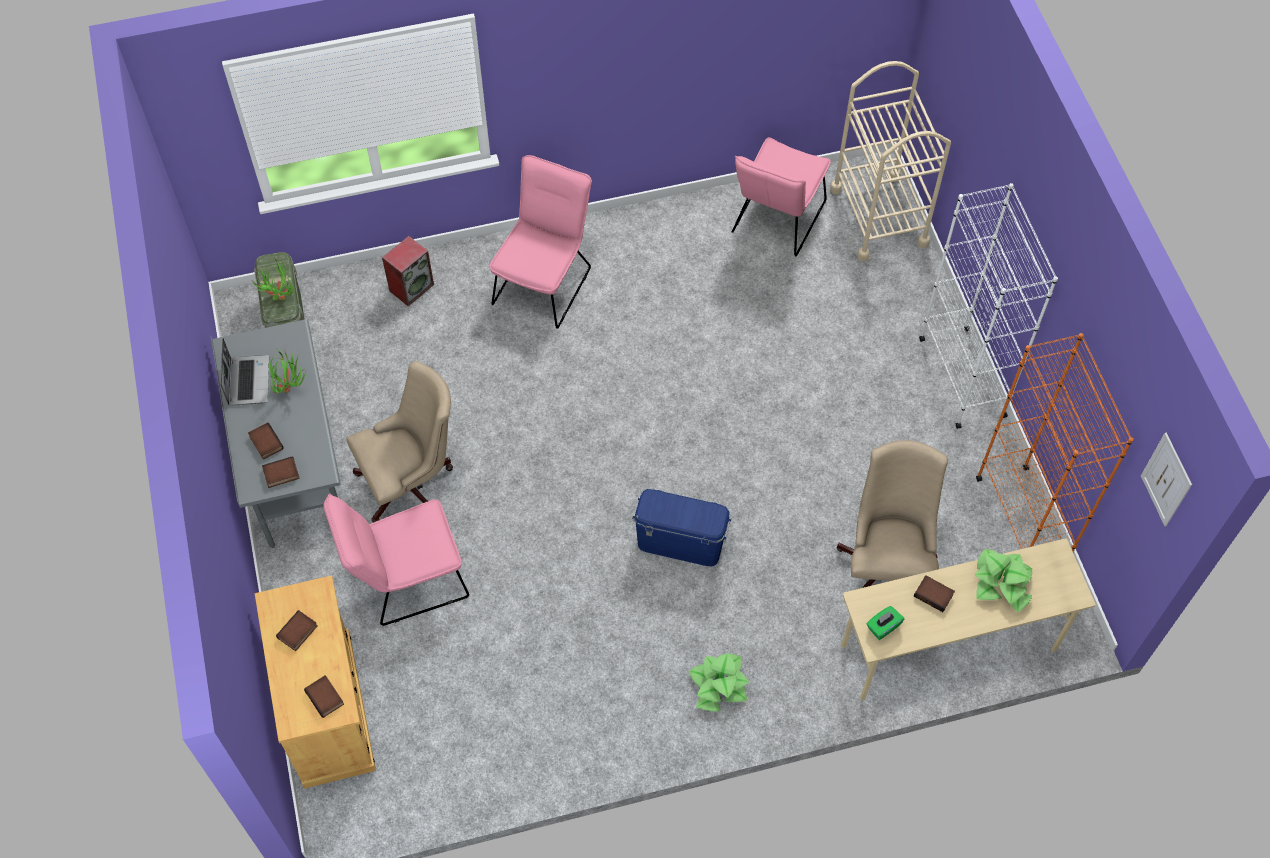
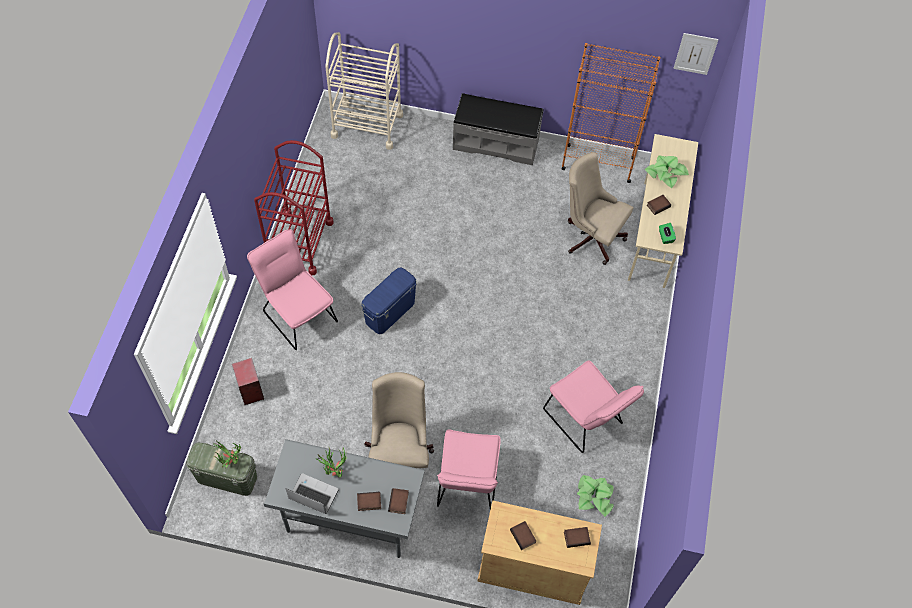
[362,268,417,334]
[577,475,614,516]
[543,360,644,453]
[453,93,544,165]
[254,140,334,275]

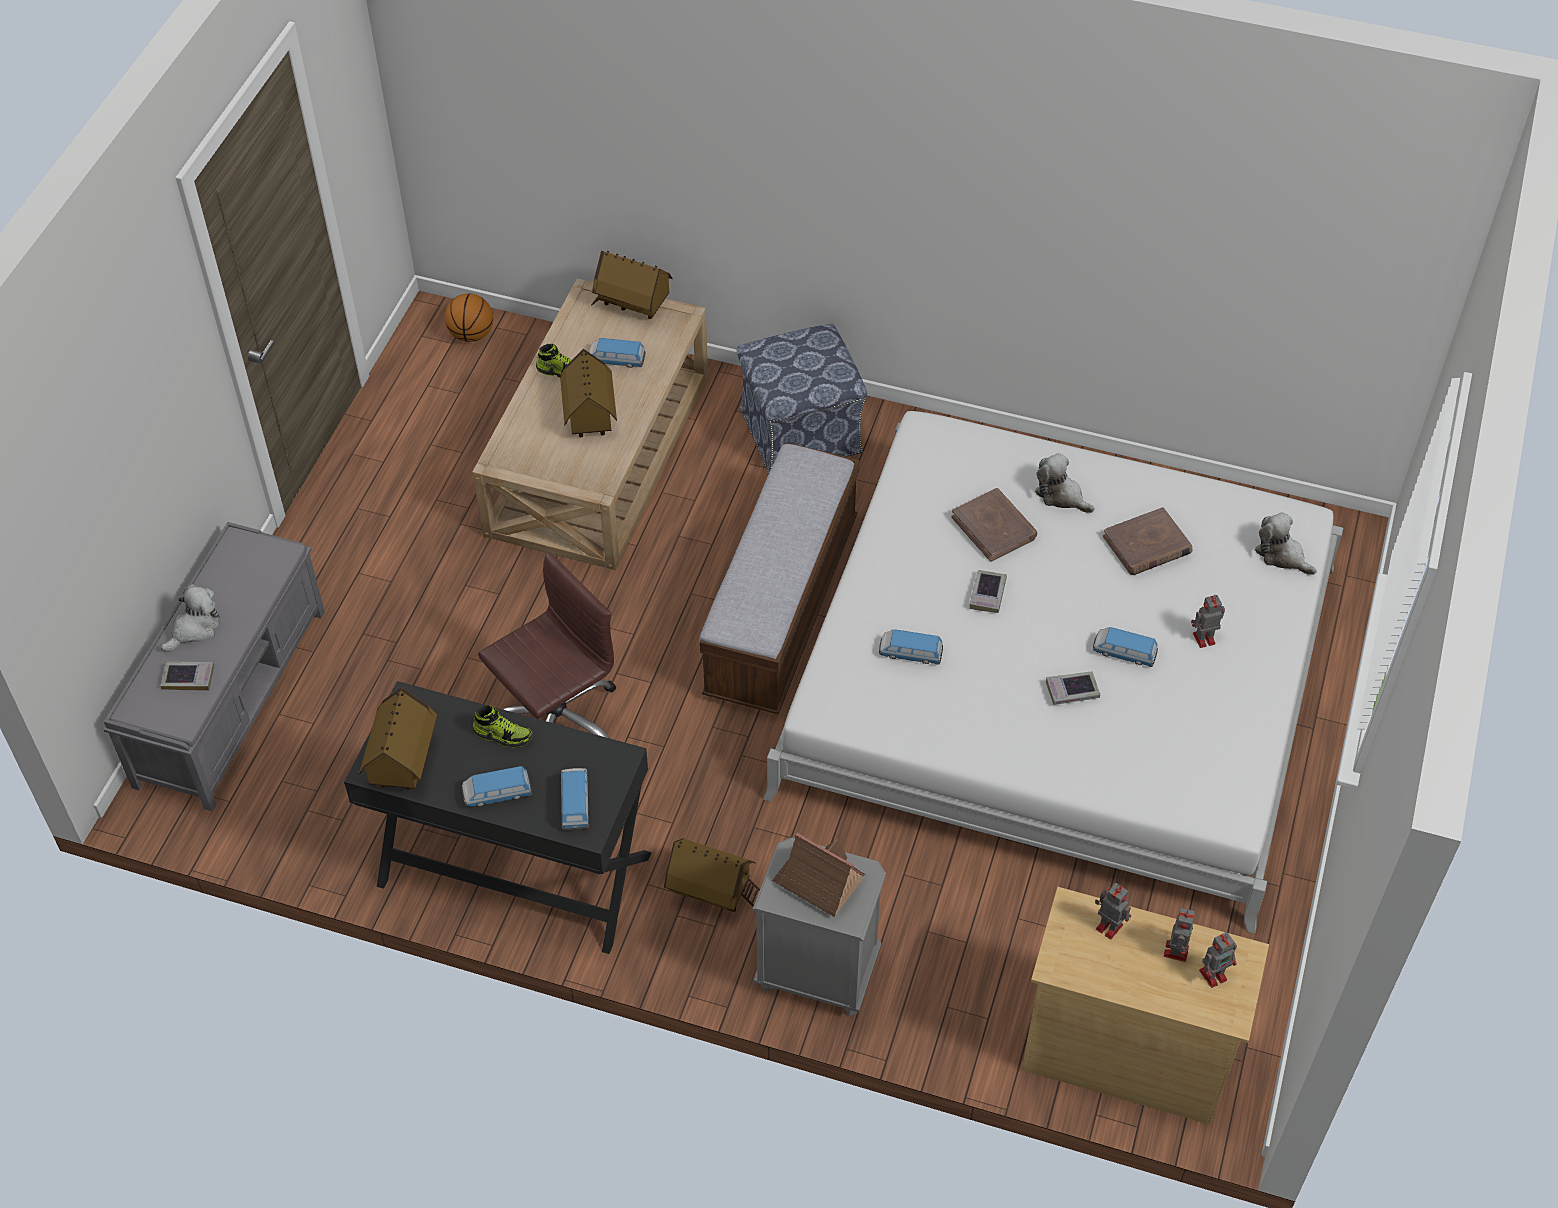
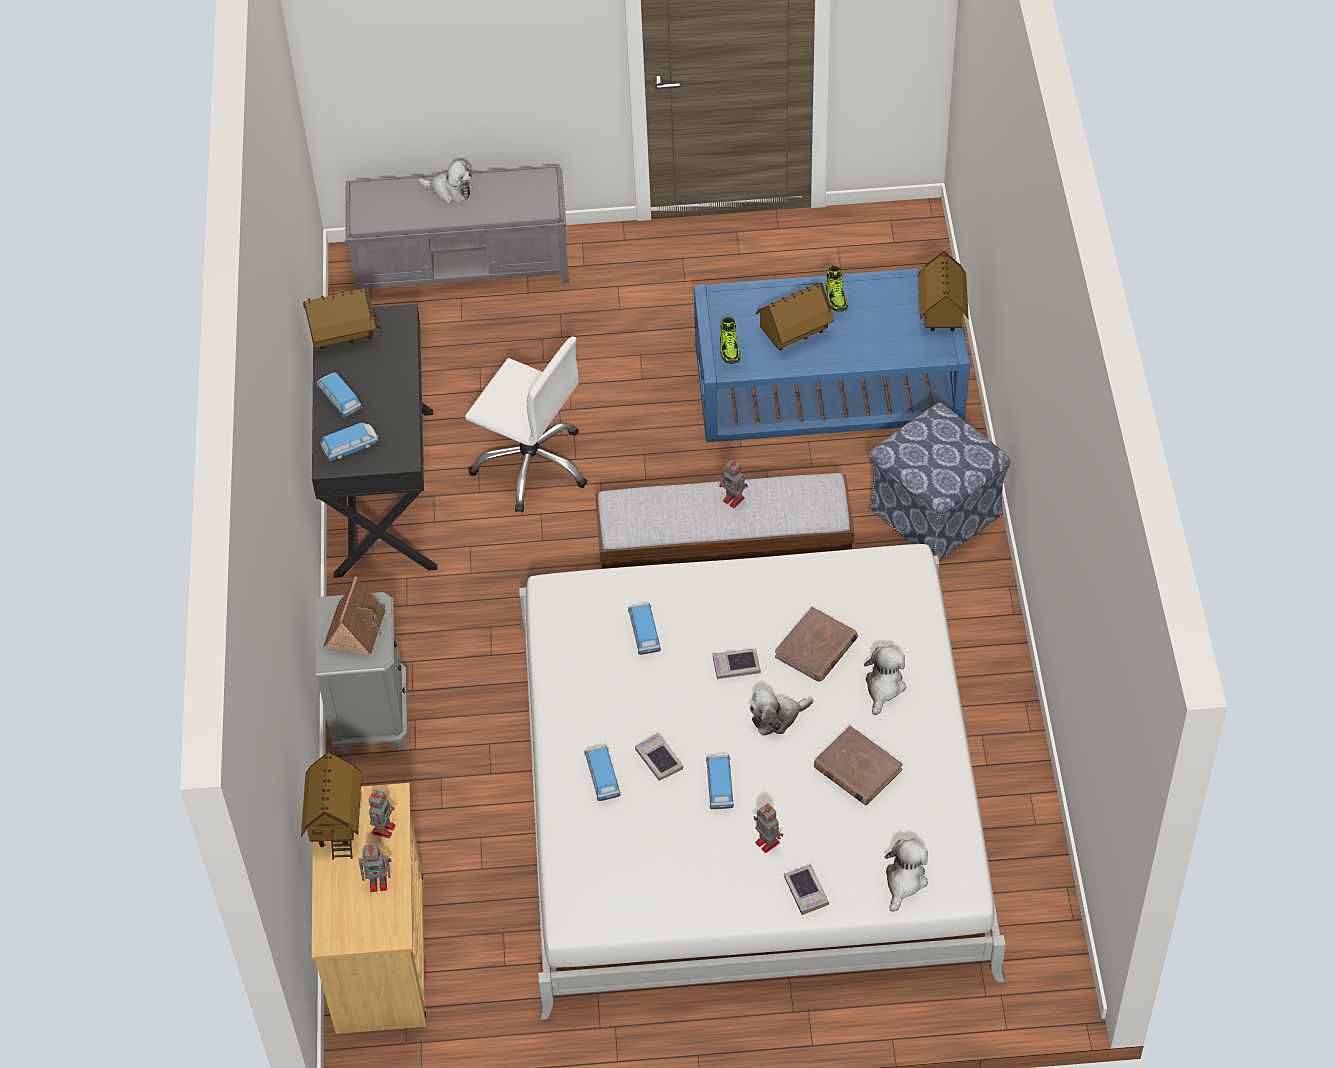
[784,864,829,915]
[445,293,493,342] (first image)
[694,268,971,442]
[720,317,740,364]
[465,337,588,513]
[585,746,620,801]
[301,751,362,860]
[719,459,748,508]
[749,687,814,735]

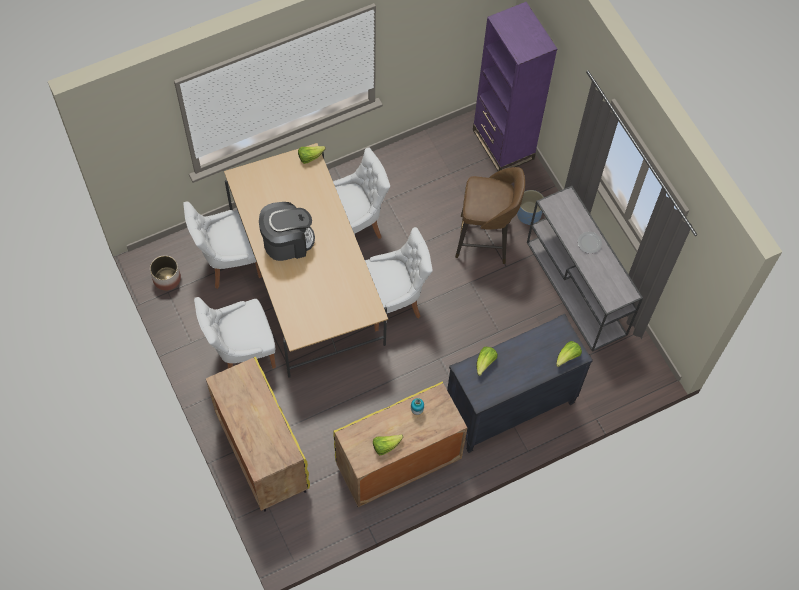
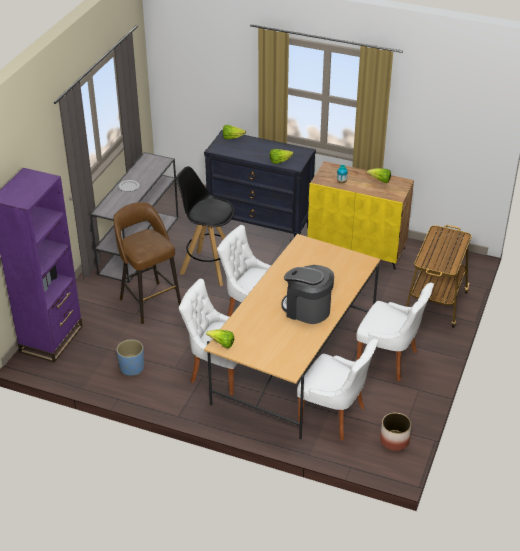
[406,225,472,328]
[116,339,144,376]
[176,166,235,286]

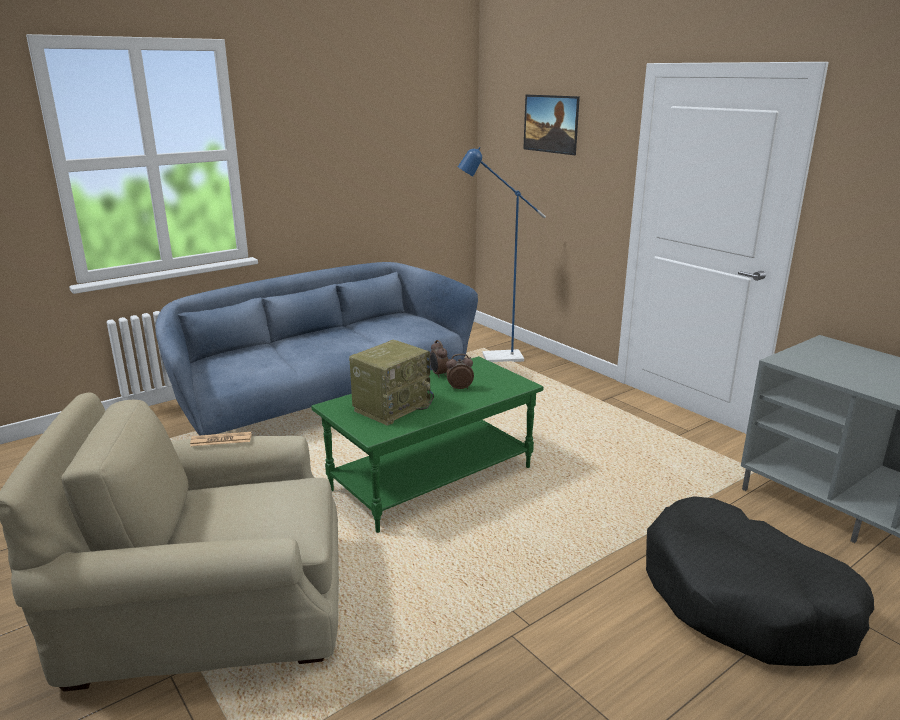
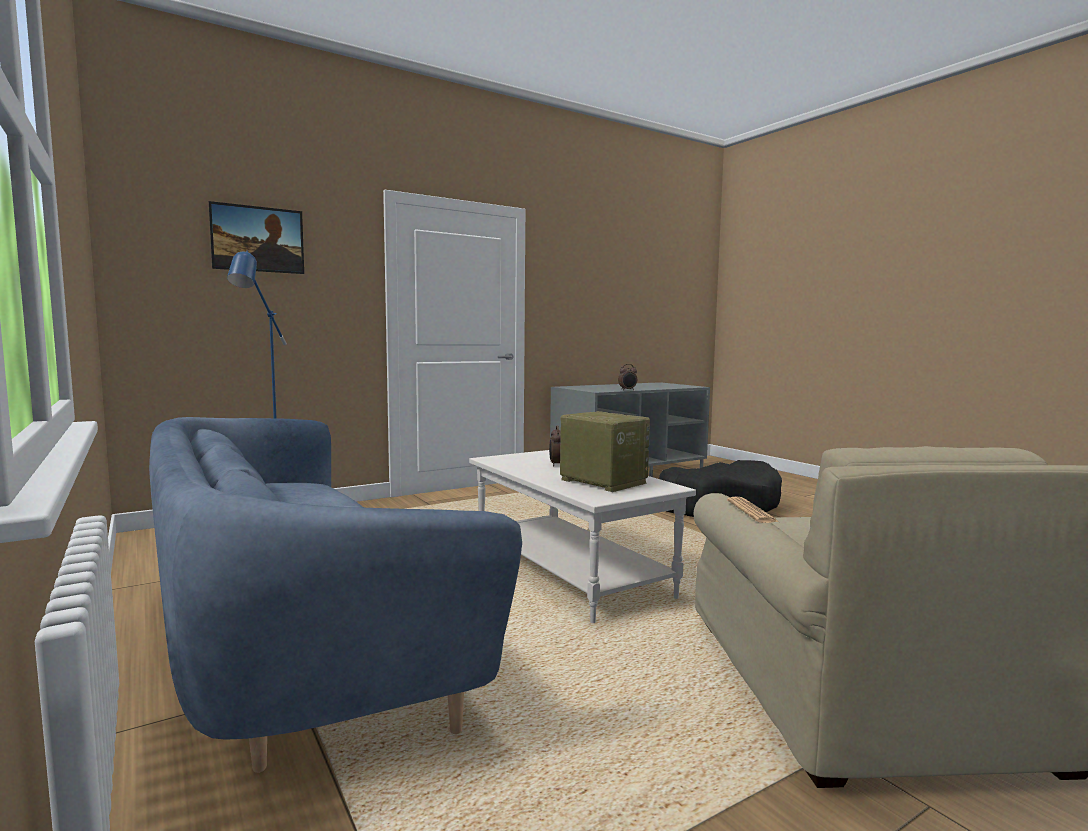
[469,450,696,623]
[618,364,637,390]

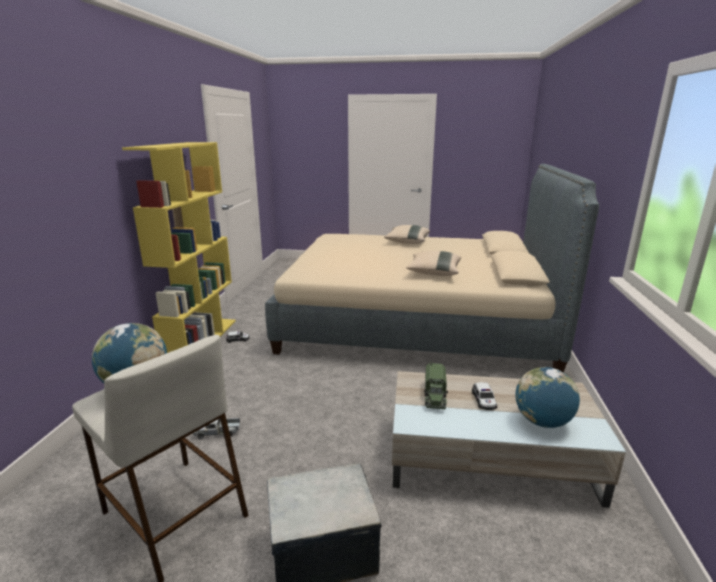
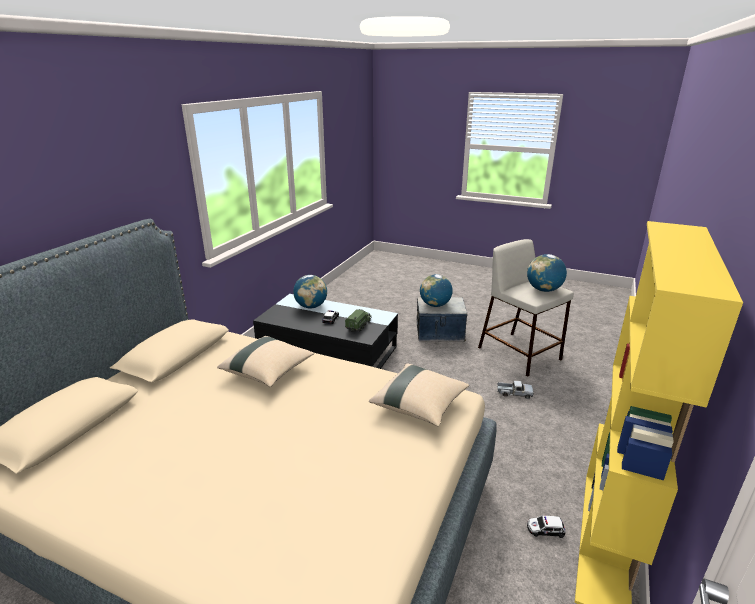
[369,363,469,427]
[253,294,398,369]
[420,274,453,307]

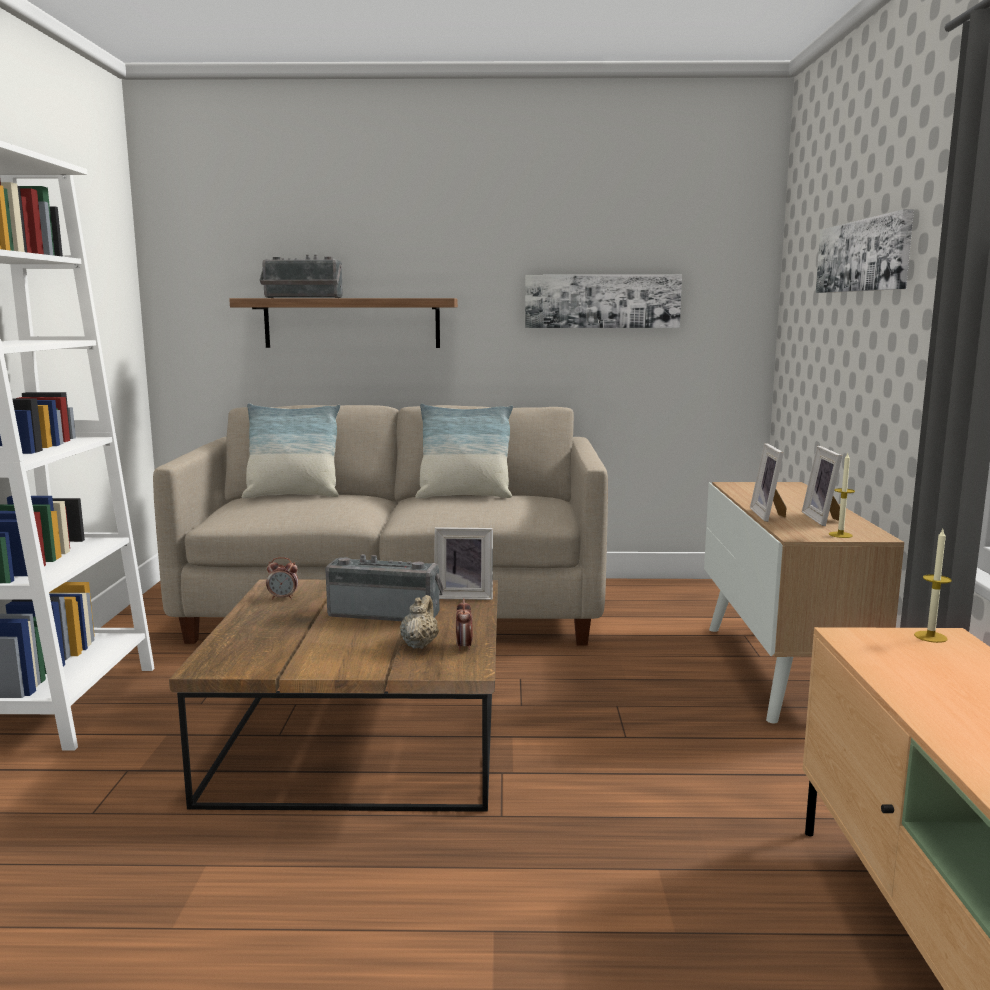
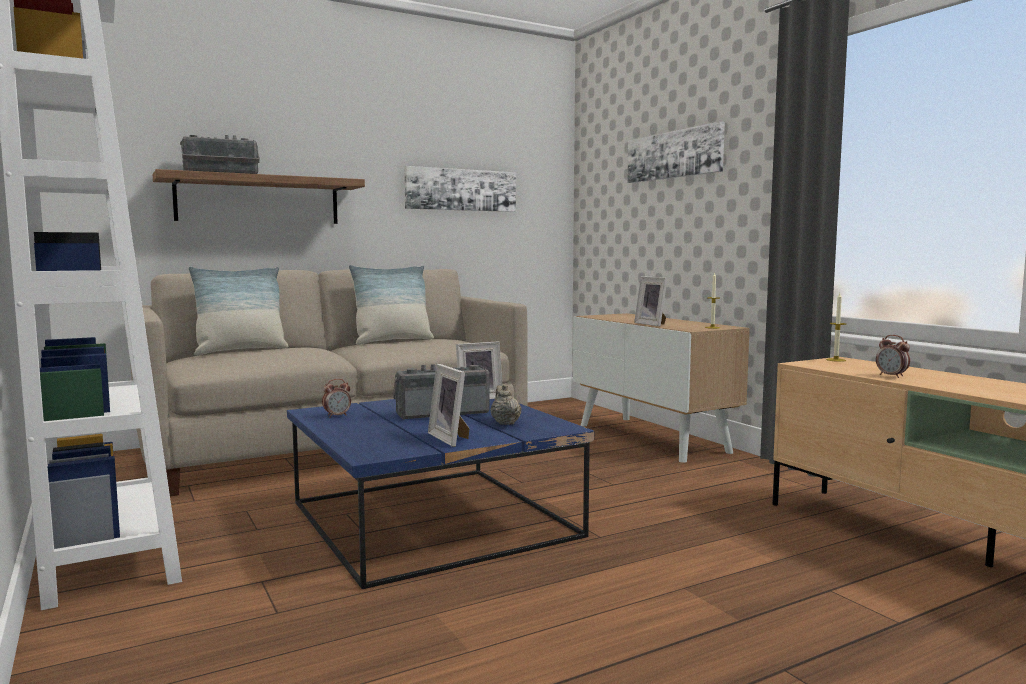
[287,399,594,589]
[876,335,910,378]
[428,364,470,447]

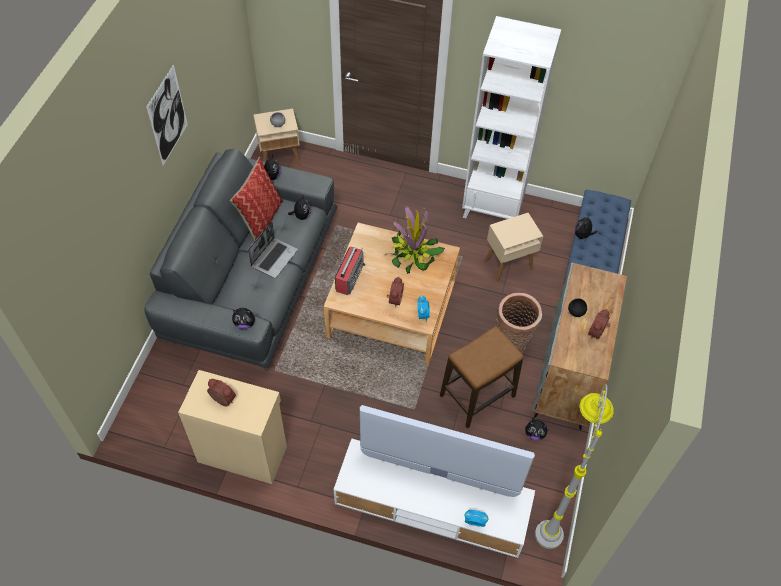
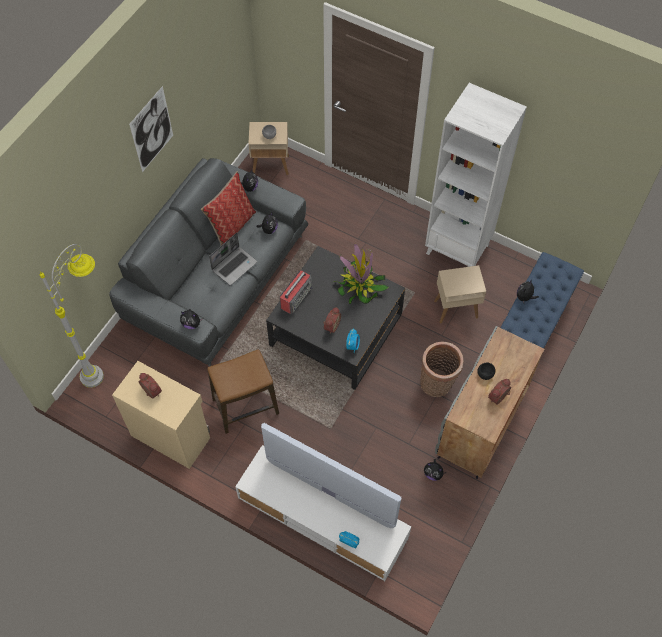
[266,246,405,390]
[207,349,279,434]
[39,244,104,388]

